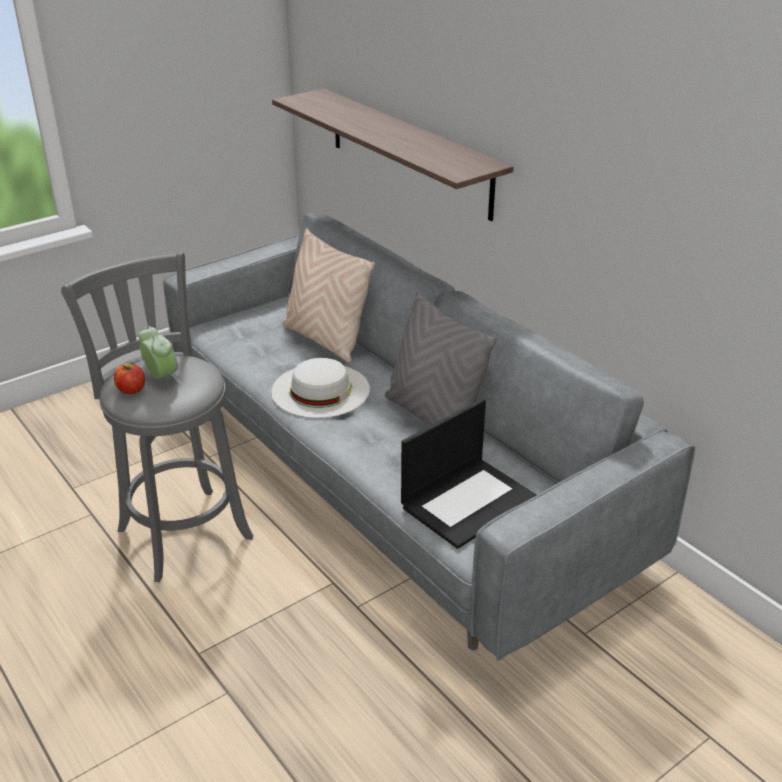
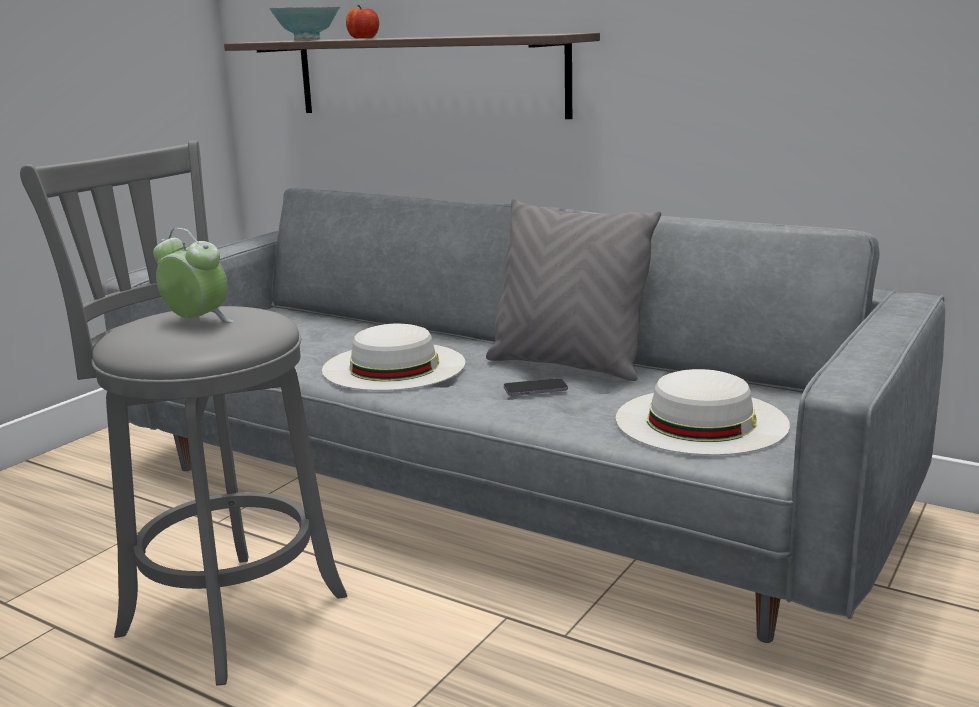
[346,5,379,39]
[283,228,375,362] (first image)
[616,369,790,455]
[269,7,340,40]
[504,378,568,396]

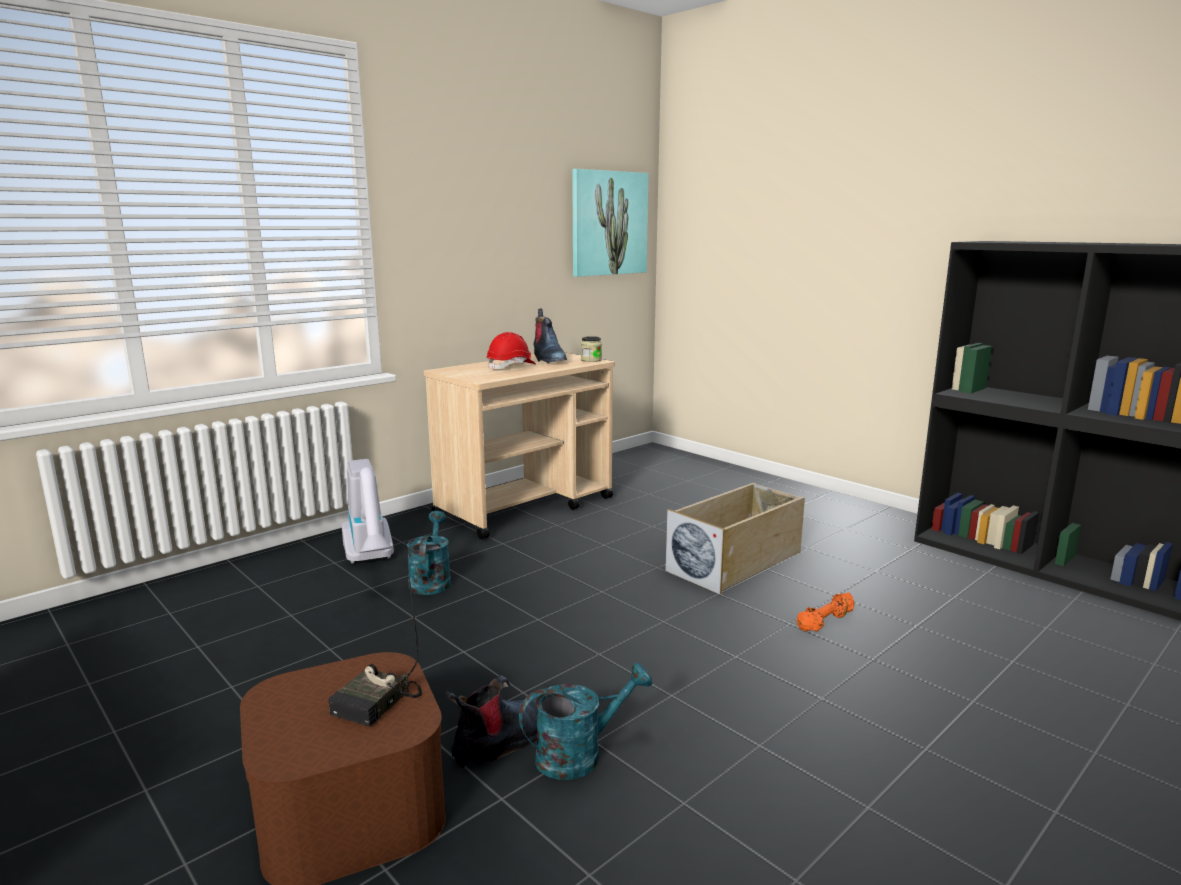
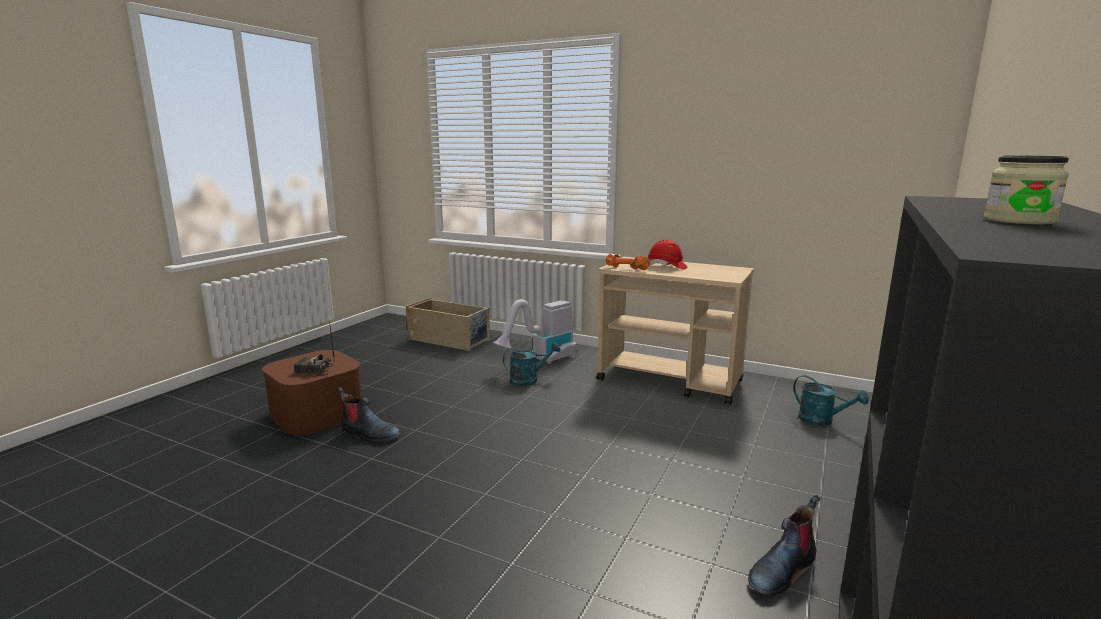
[793,375,869,426]
[748,495,820,595]
[572,169,649,277] (first image)
[984,156,1069,224]
[406,298,490,351]
[606,254,650,270]

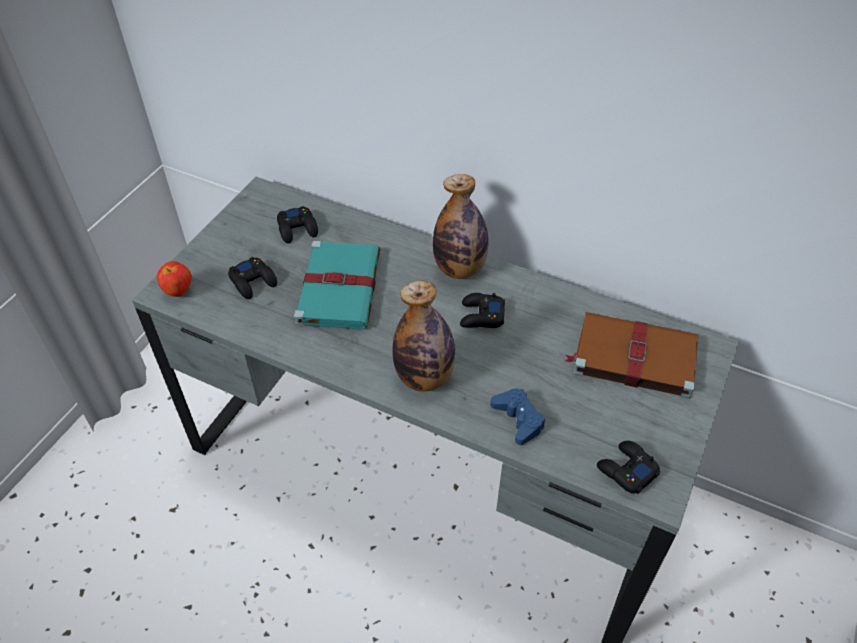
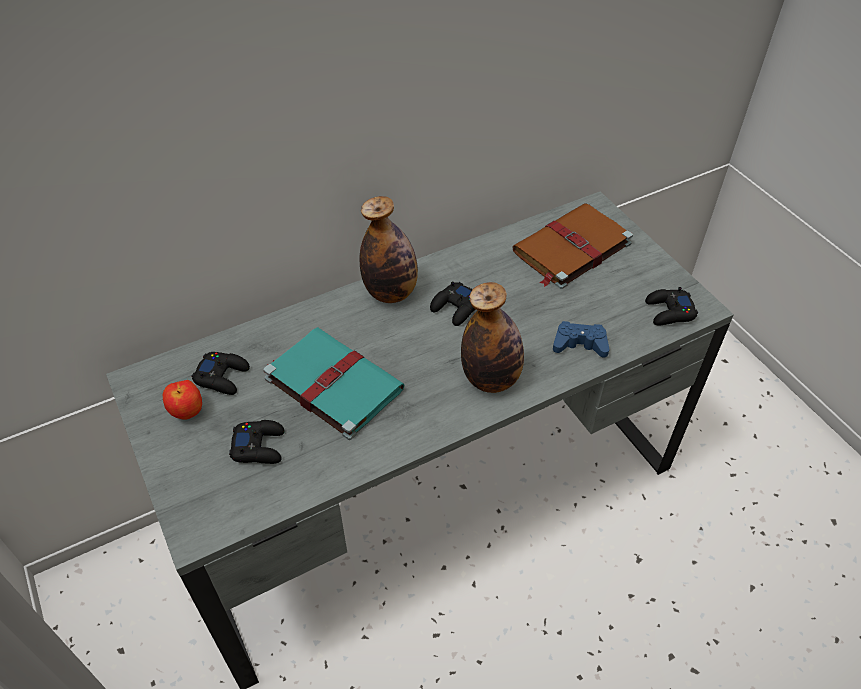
[163,380,202,419]

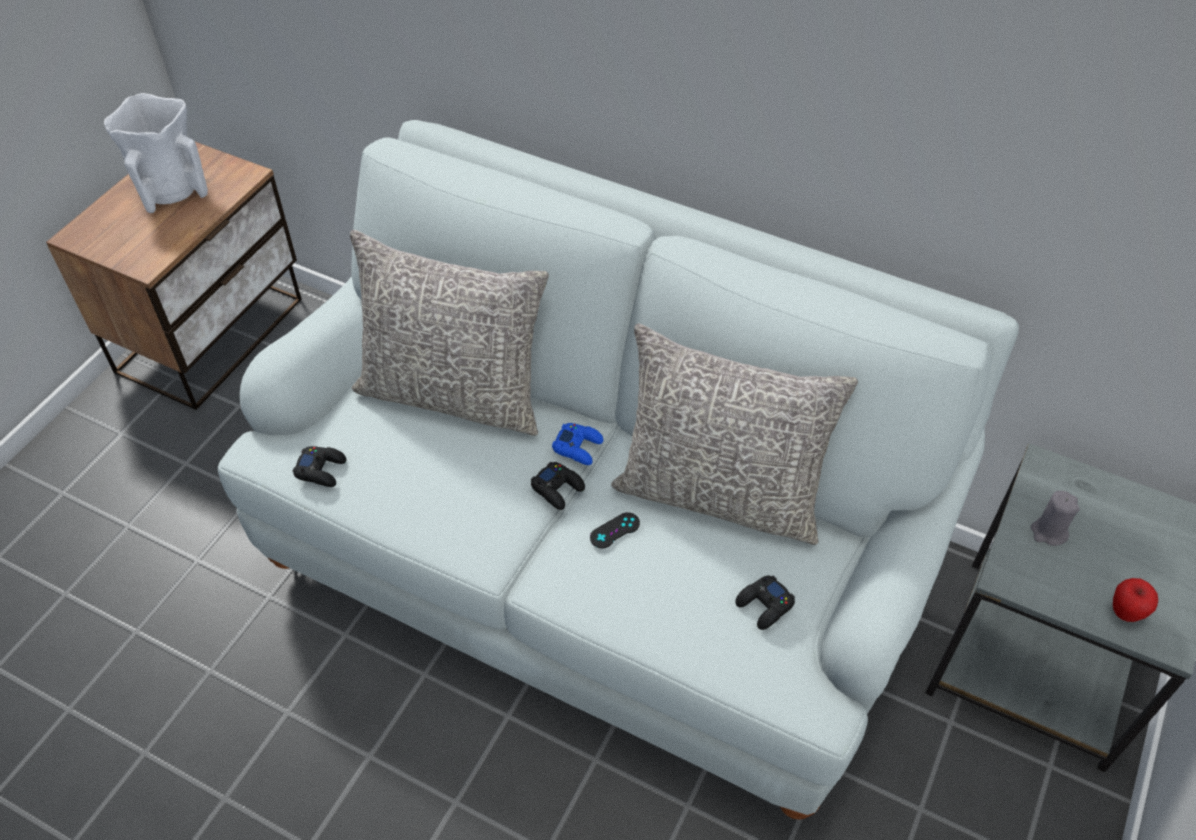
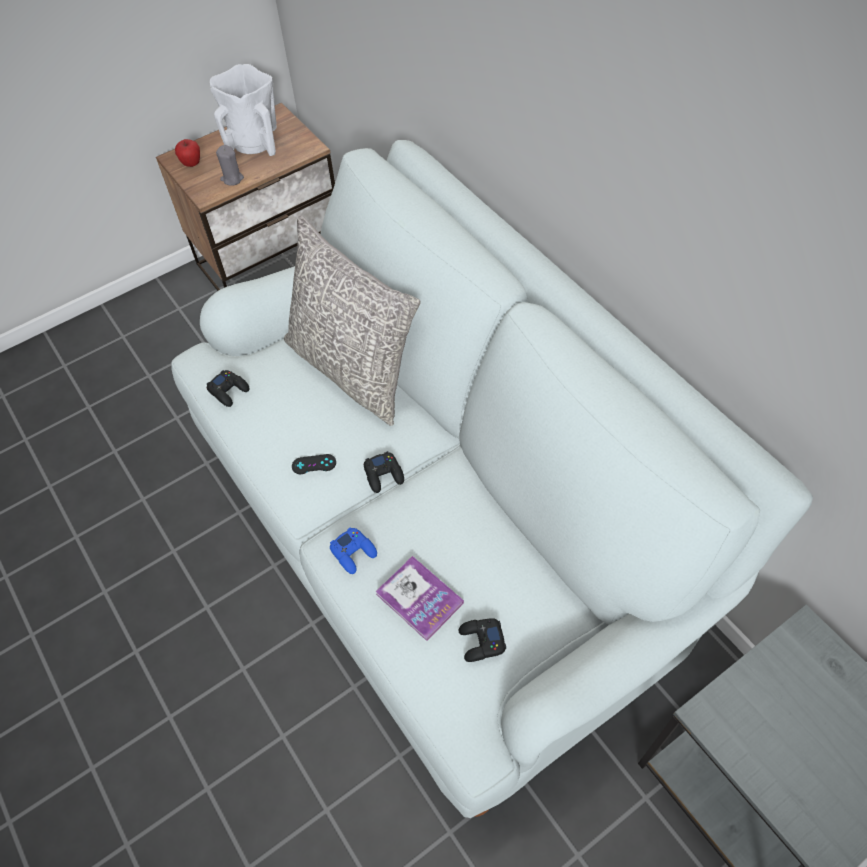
[330,527,377,574]
[292,454,336,474]
[611,323,858,545] (first image)
[216,145,244,186]
[175,139,200,167]
[375,556,464,641]

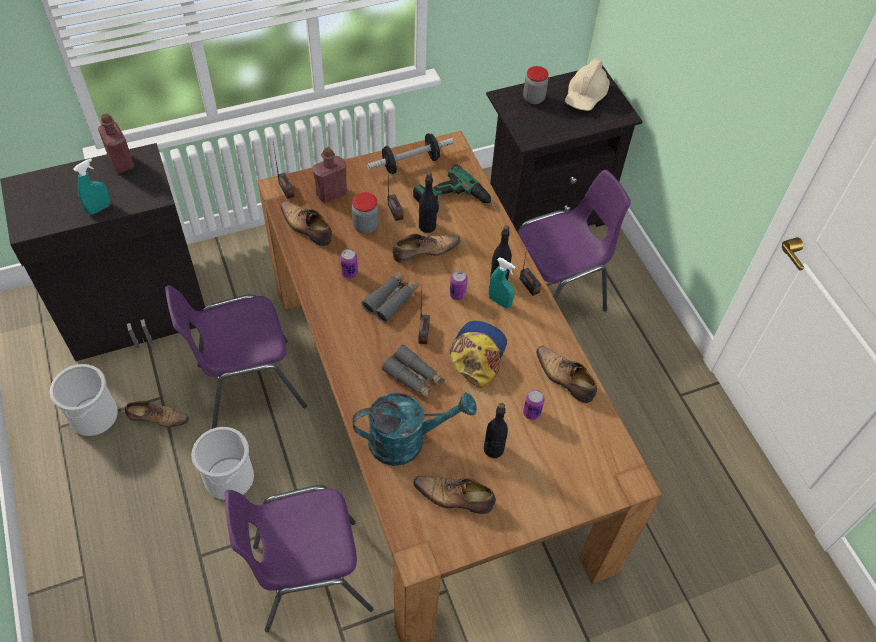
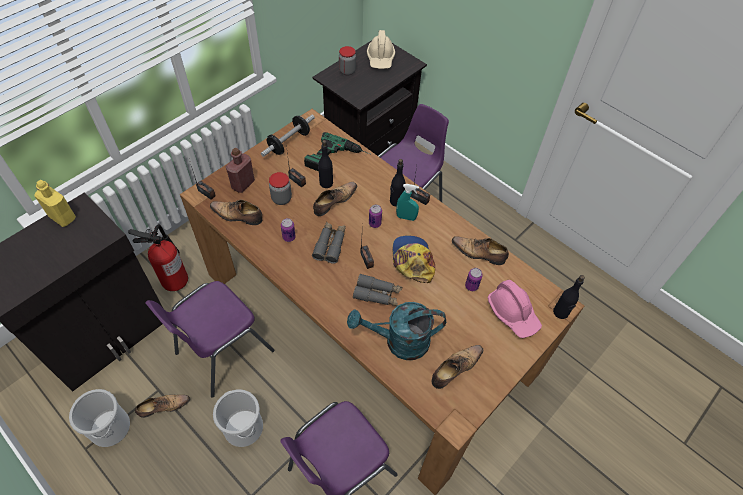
[73,158,110,215] (first image)
[34,180,76,227]
[347,302,446,360]
[431,345,483,389]
[553,275,585,319]
[128,225,188,291]
[487,280,542,338]

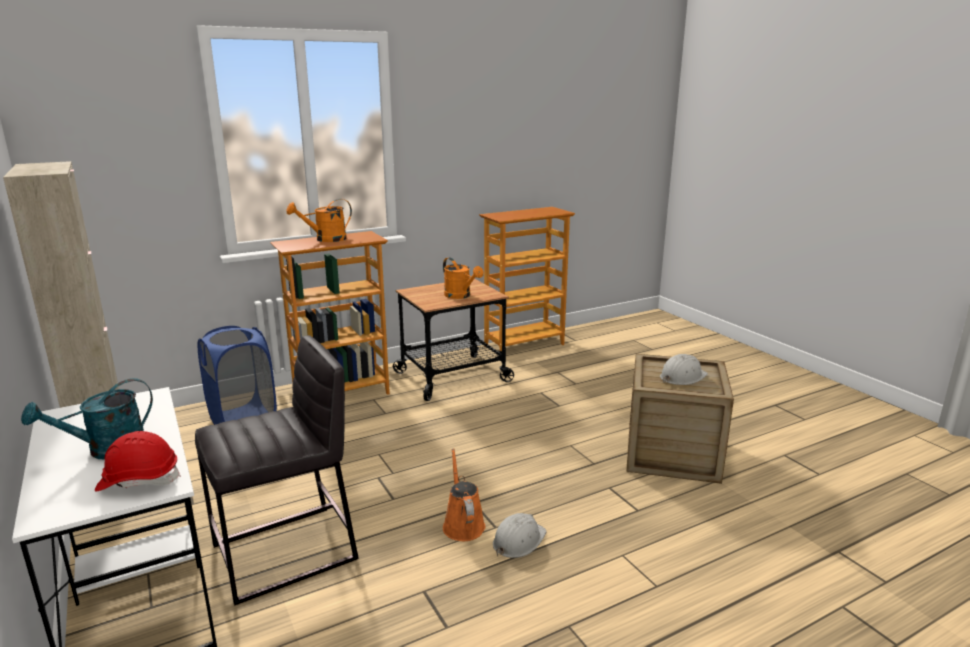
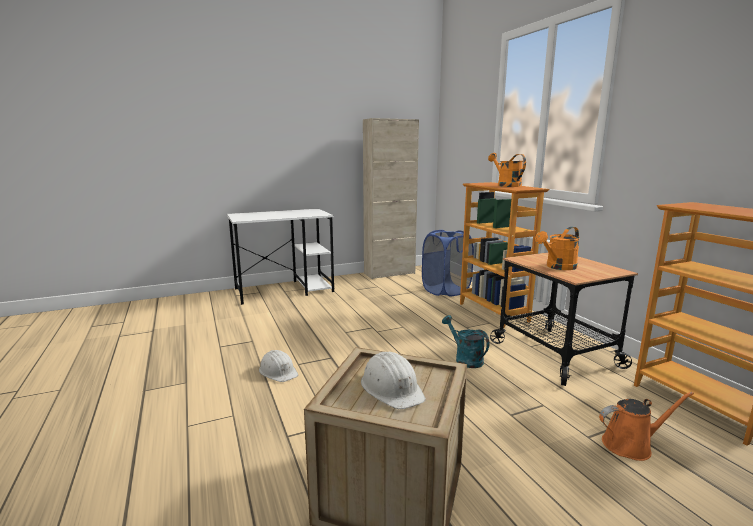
[442,315,489,368]
[95,431,181,492] (first image)
[195,335,359,606] (first image)
[599,392,694,461]

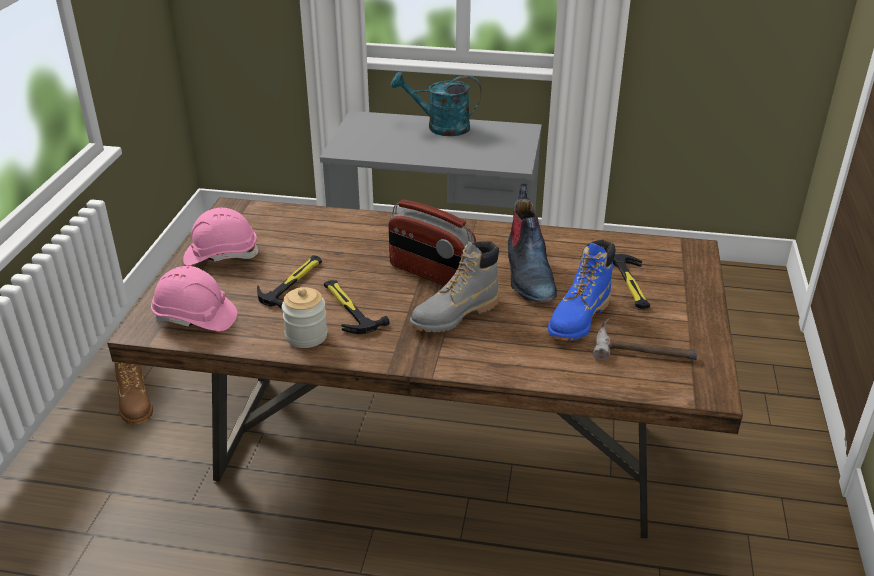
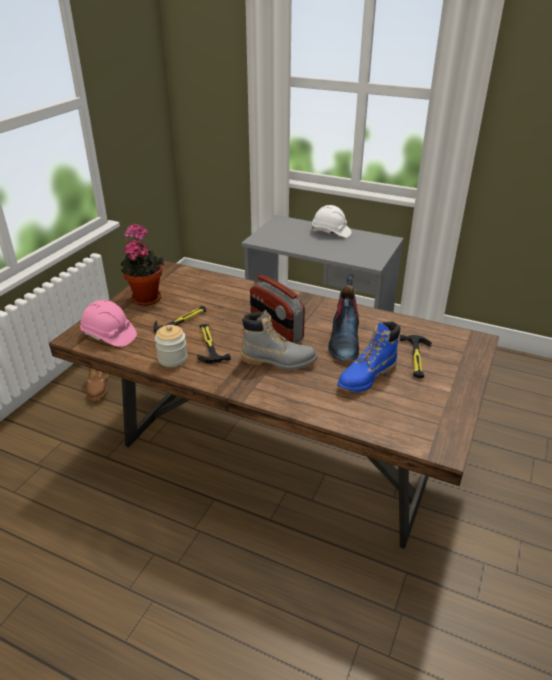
[120,224,165,306]
[312,205,351,238]
[241,310,317,370]
[593,317,697,360] (first image)

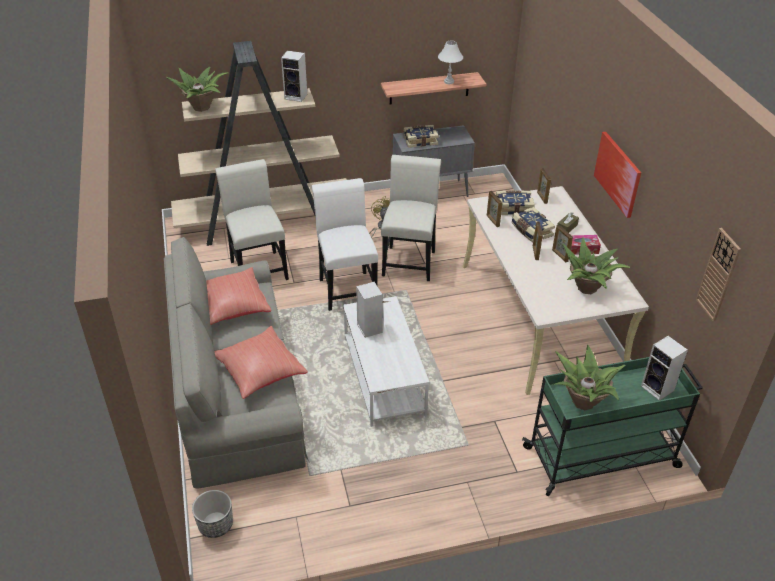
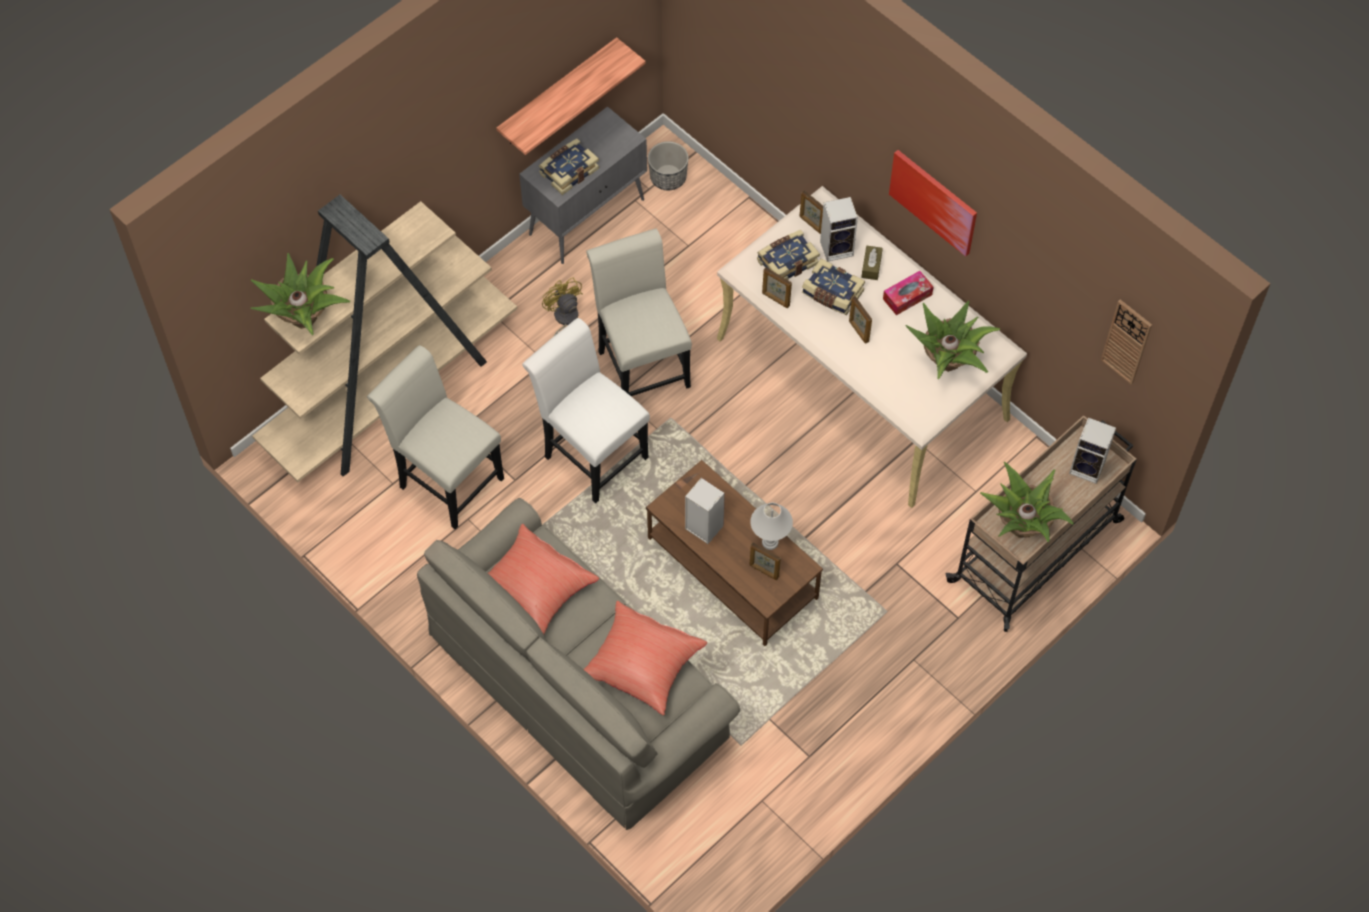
[648,141,689,190]
[820,197,858,262]
[646,460,823,646]
[750,503,793,550]
[946,415,1137,632]
[750,542,781,580]

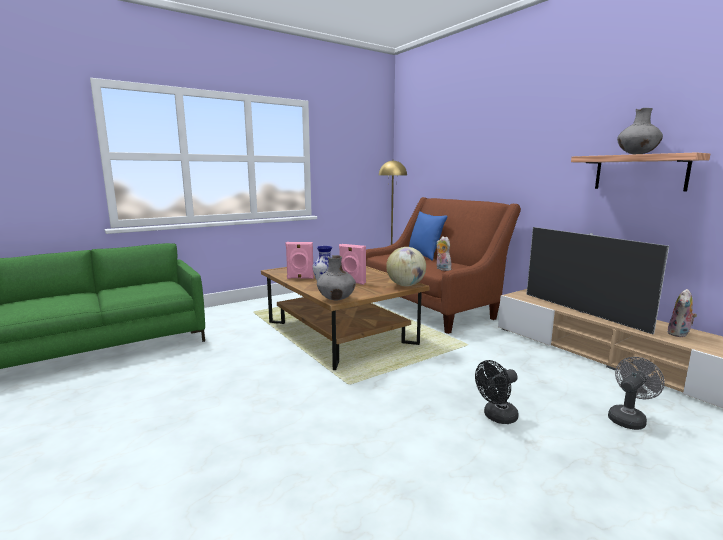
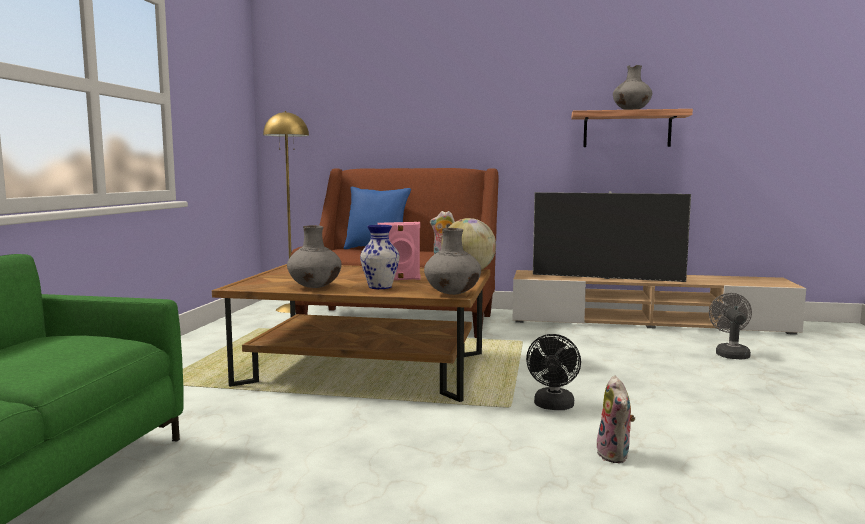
[287,225,341,288]
[526,334,581,410]
[597,375,635,463]

